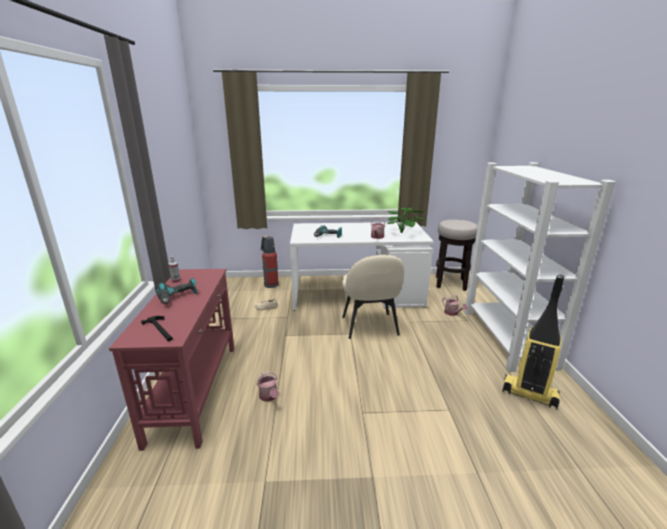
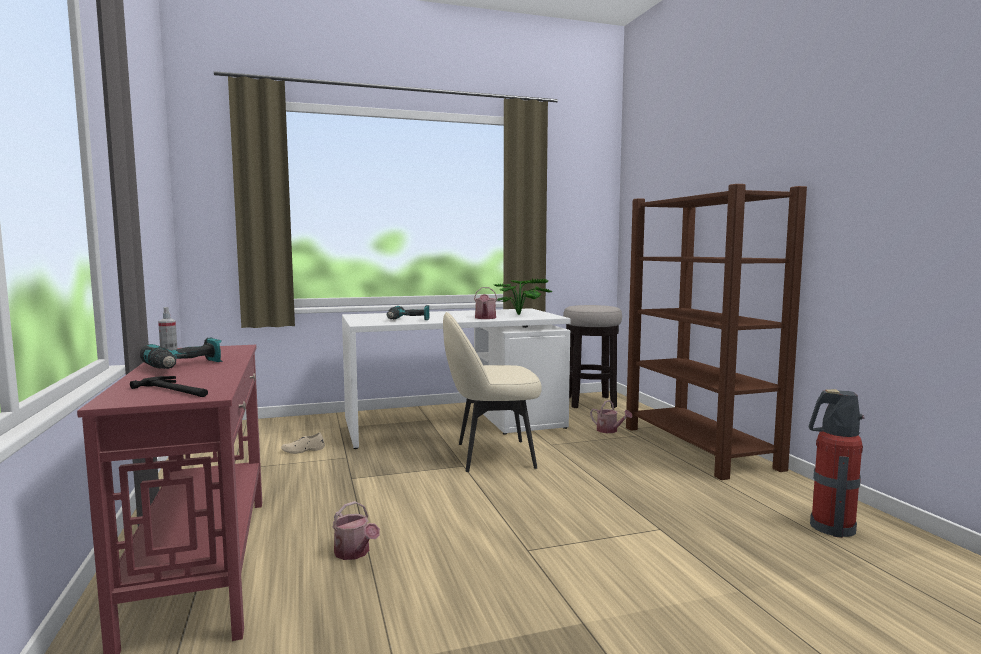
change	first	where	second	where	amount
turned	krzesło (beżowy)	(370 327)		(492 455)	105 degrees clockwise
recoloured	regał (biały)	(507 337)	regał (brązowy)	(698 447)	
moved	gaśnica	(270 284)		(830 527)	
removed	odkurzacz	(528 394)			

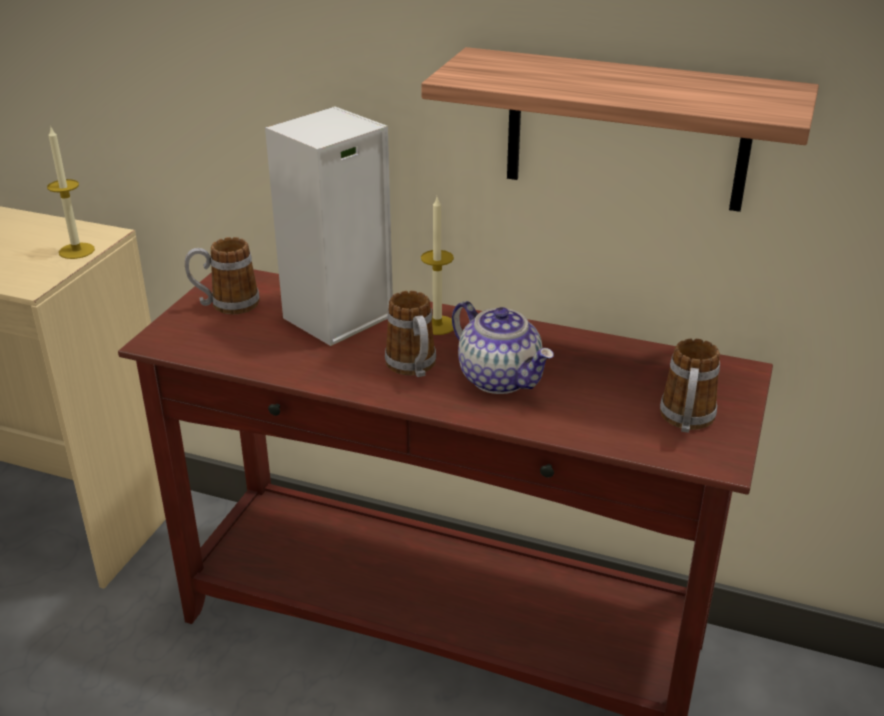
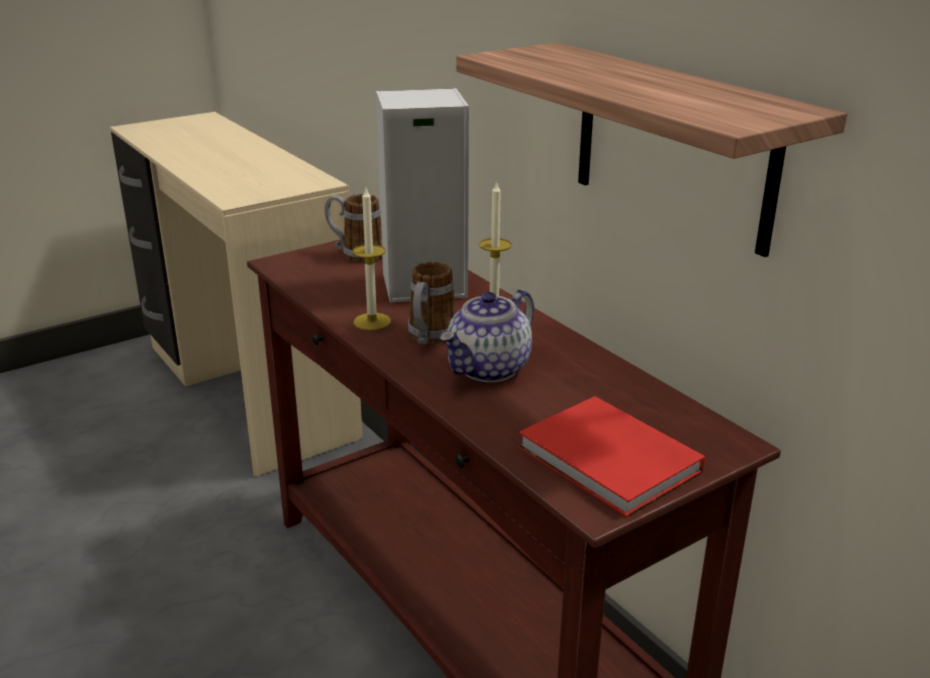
change	first	where	second	where	amount
moved	świeca	(76 251)		(372 321)	
turned	imbryk	(501 379)		(489 369)	45 degrees clockwise
replaced	kubek	(686 422)	książka (czerwony)	(610 462)	

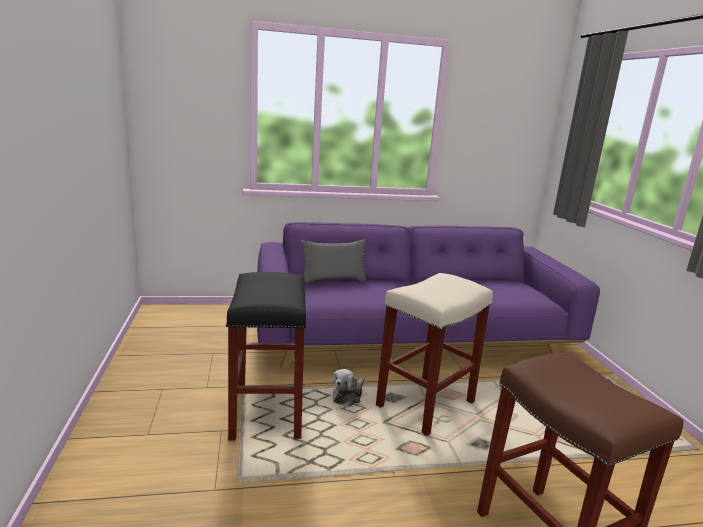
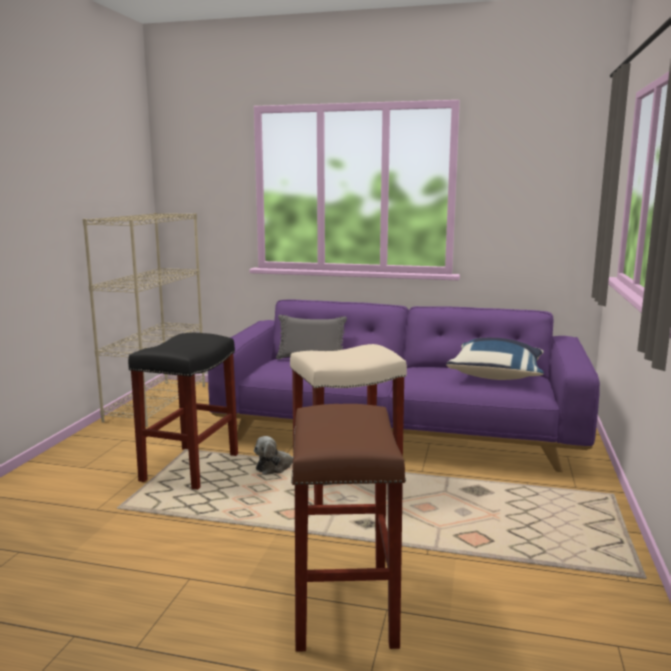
change	first	where	second	where	amount
added			regał (beżowy)	(157 402)	
added			poduszka (niebieski)	(497 376)	

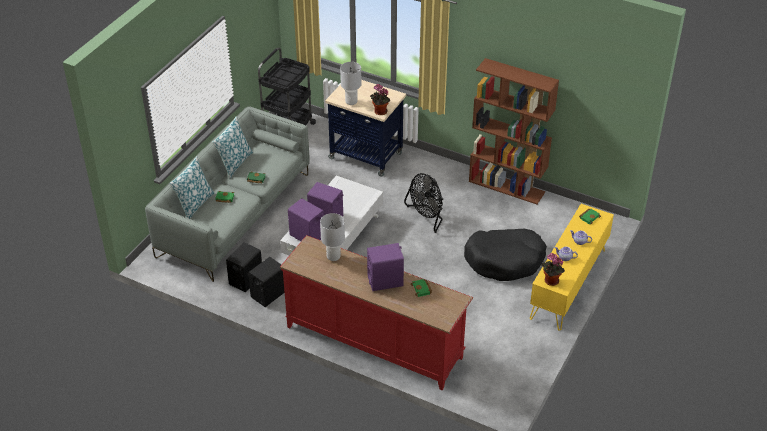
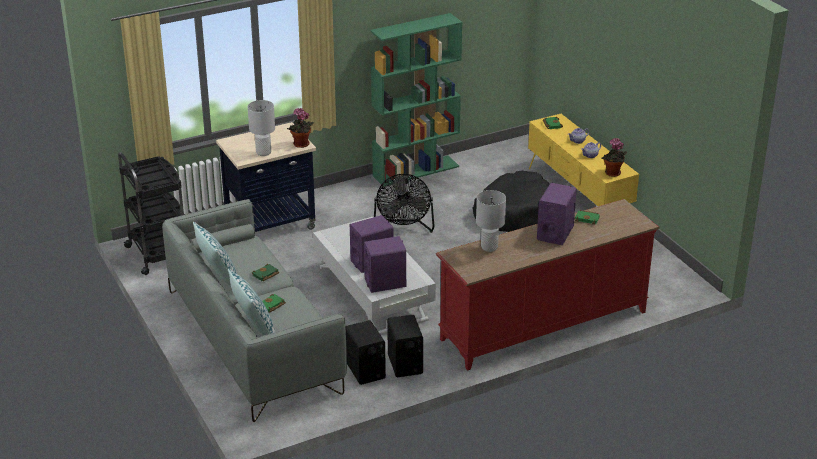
change	first	where	second	where	amount
recoloured	regał (brązowy)	(507 186)	regał (zielony)	(416 171)	

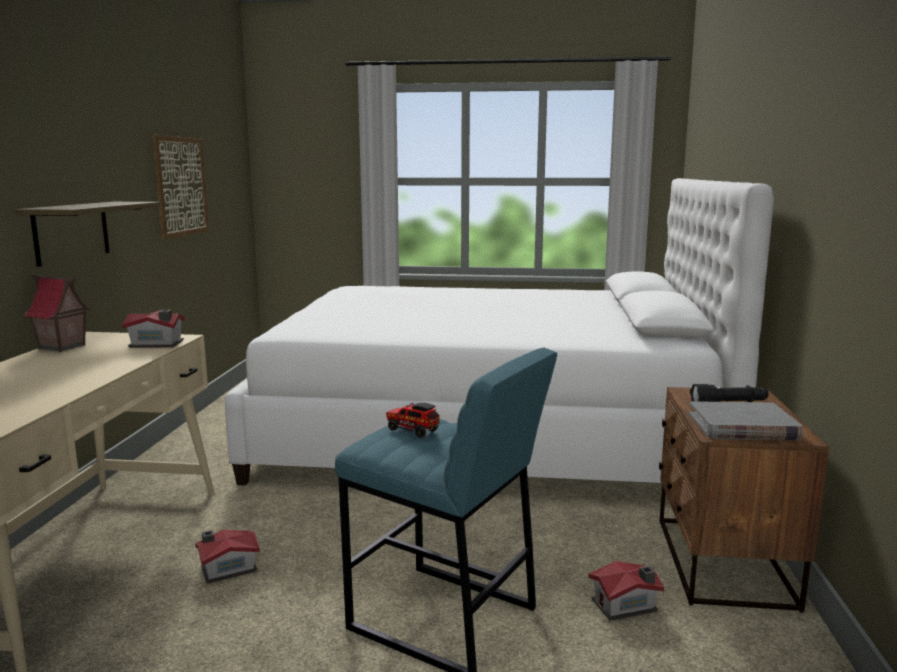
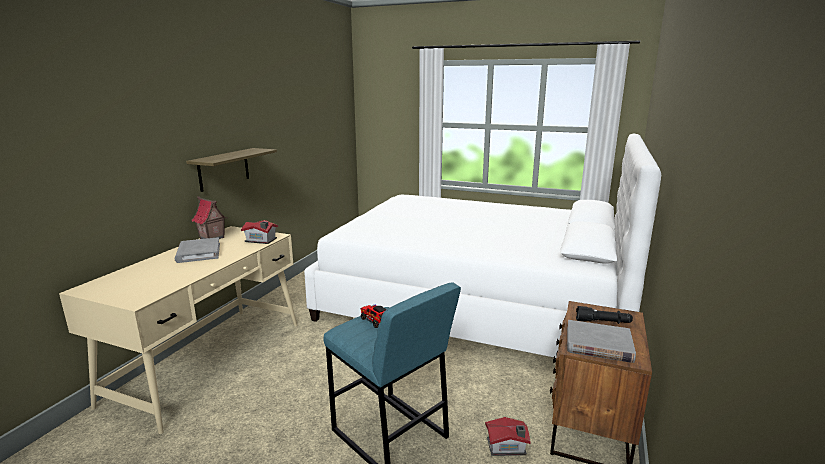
change	first	where	second	where	amount
added			książka (szary)	(198 253)	
removed	obraz	(181 184)			
removed	domek	(227 569)			

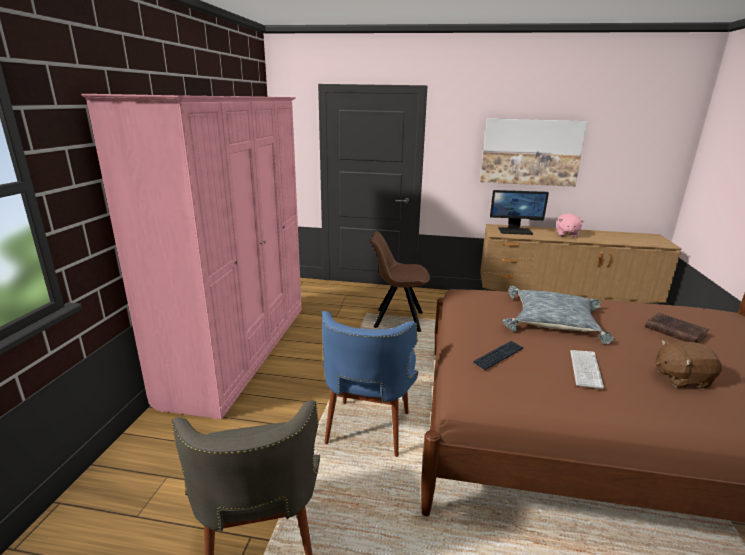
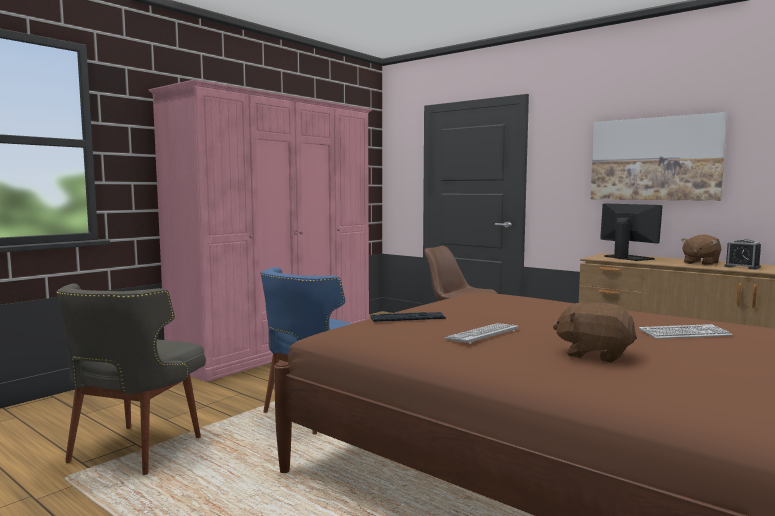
change	first	where	second	where	amount
turned	monitor	(515 231)		(627 258)	150 degrees counterclockwise
replaced	książka (brązowy)	(673 331)	klawiatura	(684 333)	
recoloured	pluszak (różowy)	(566 234)	pluszak (brązowy)	(700 263)	
added			budzik	(742 267)	
removed	poduszka	(552 318)			

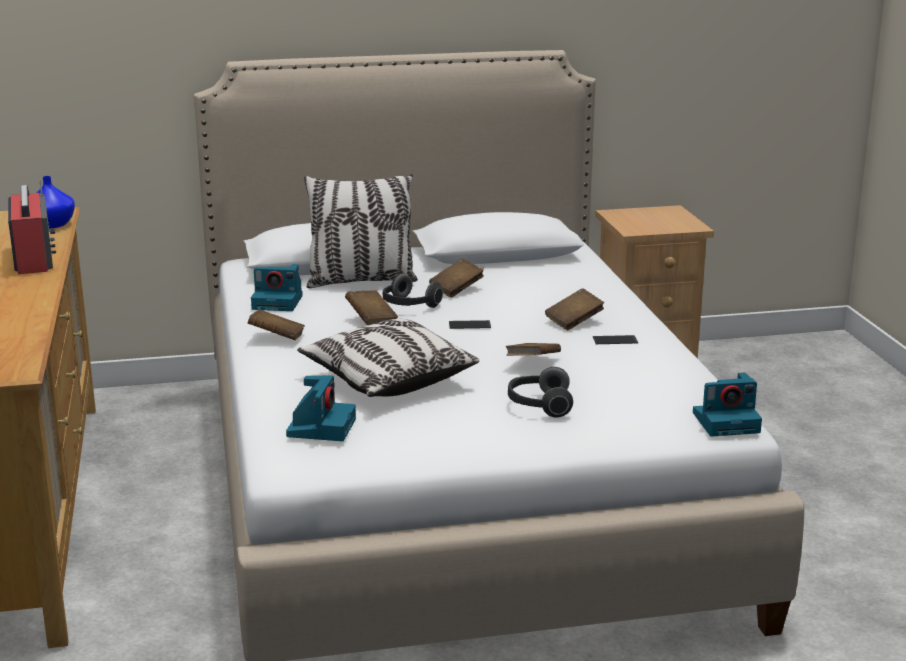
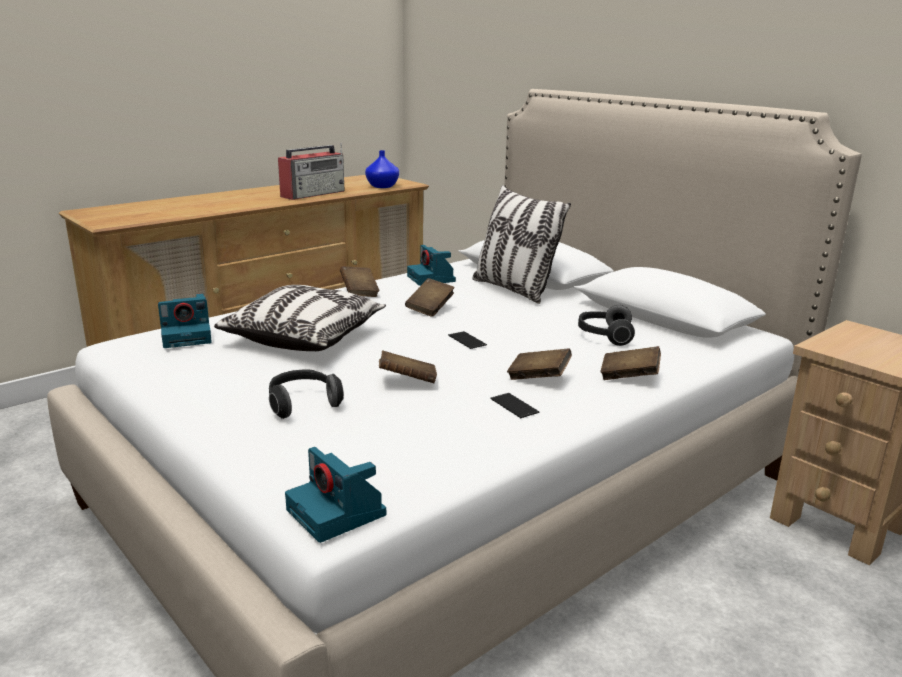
change	first	where	second	where	amount
moved	słuchawki	(409 306)		(604 336)	
moved	książka (brązowy)	(456 289)		(629 377)	

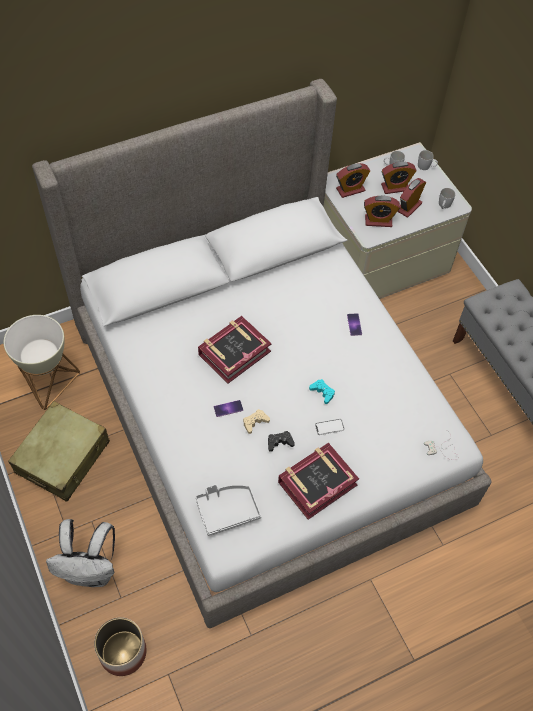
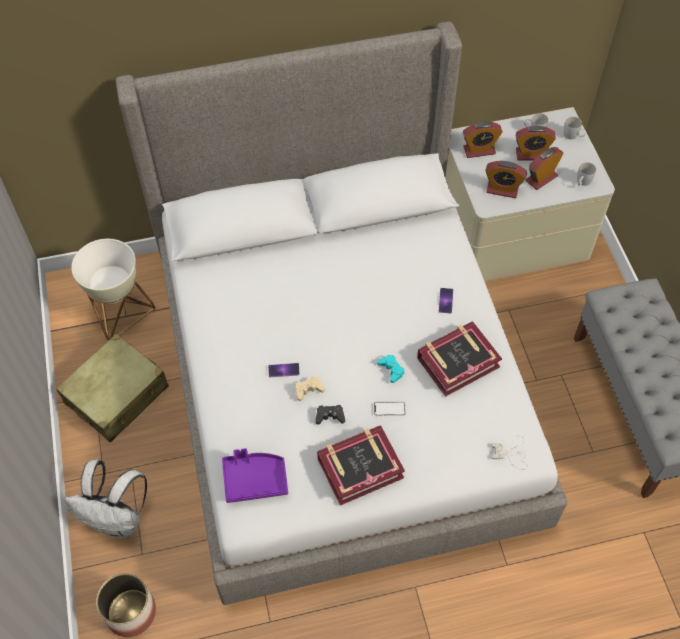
change	first	where	second	where	amount
recoloured	taca (szary)	(227 510)	taca (fioletowy)	(255 479)	
moved	książka	(234 353)		(457 362)	

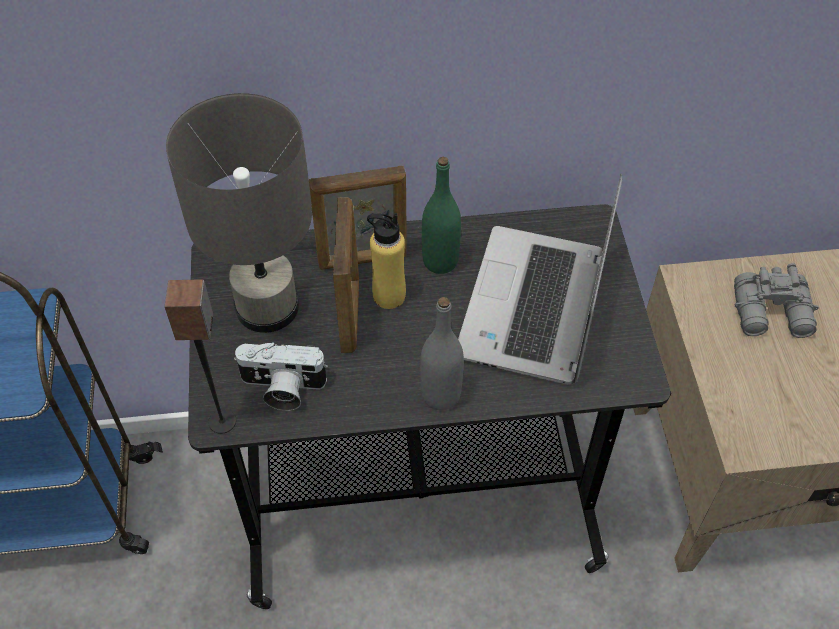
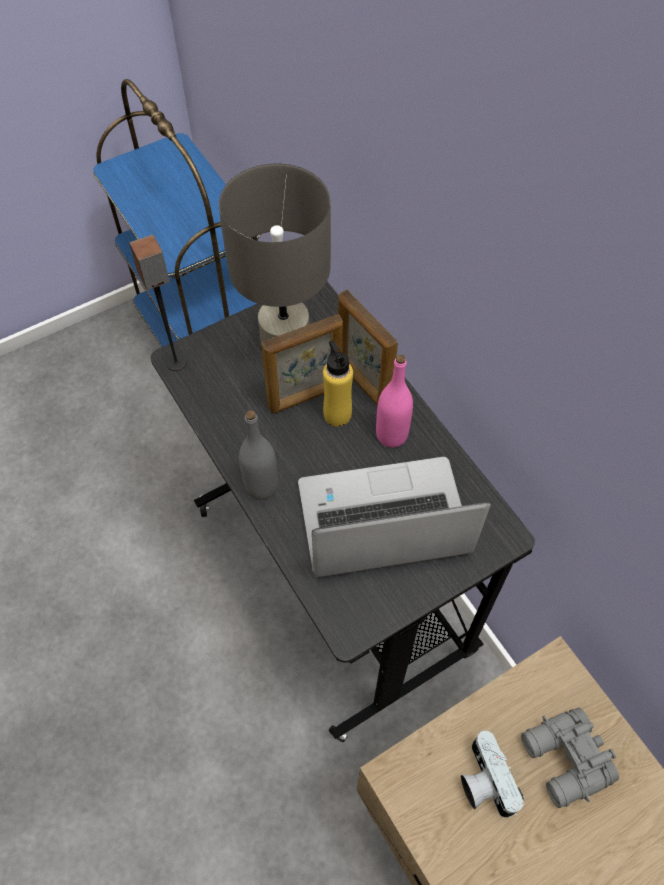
change	first	where	second	where	amount
recoloured	butelka (zielony)	(440 261)	butelka (różowy)	(391 435)	
moved	aparat fotograficzny	(281 388)		(483 781)	

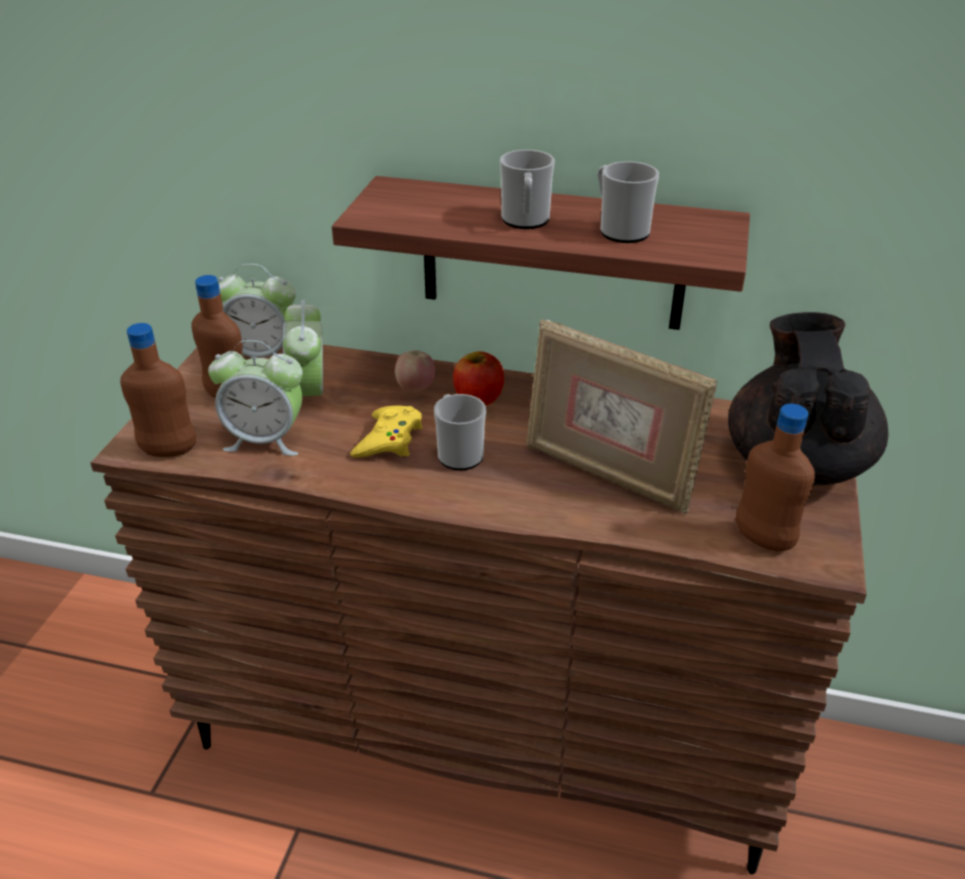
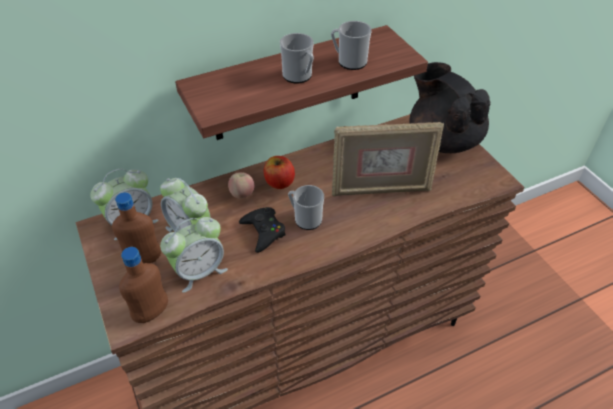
change	first	where	second	where	amount
recoloured	pad do gier (żółty)	(389 439)	pad do gier (czarny)	(263 231)	
removed	butelka (brązowy)	(763 539)			

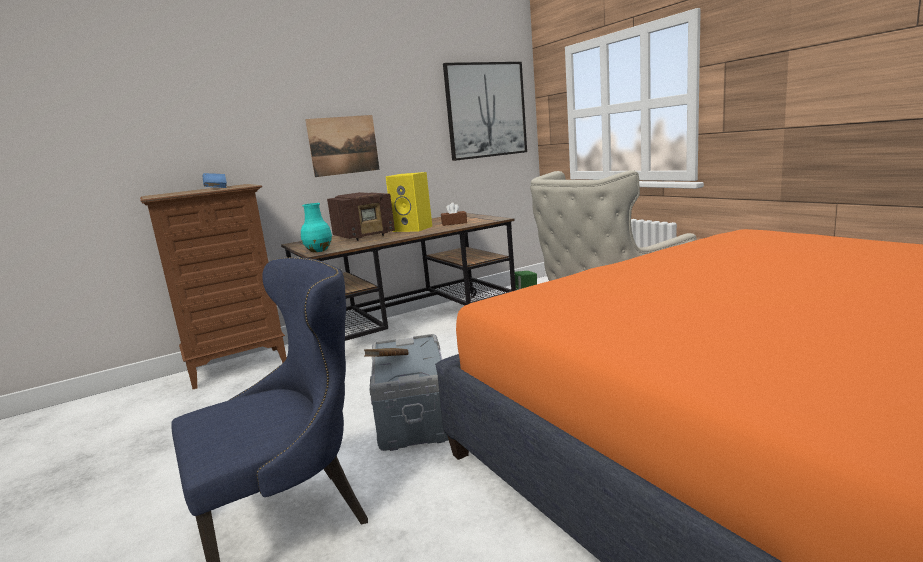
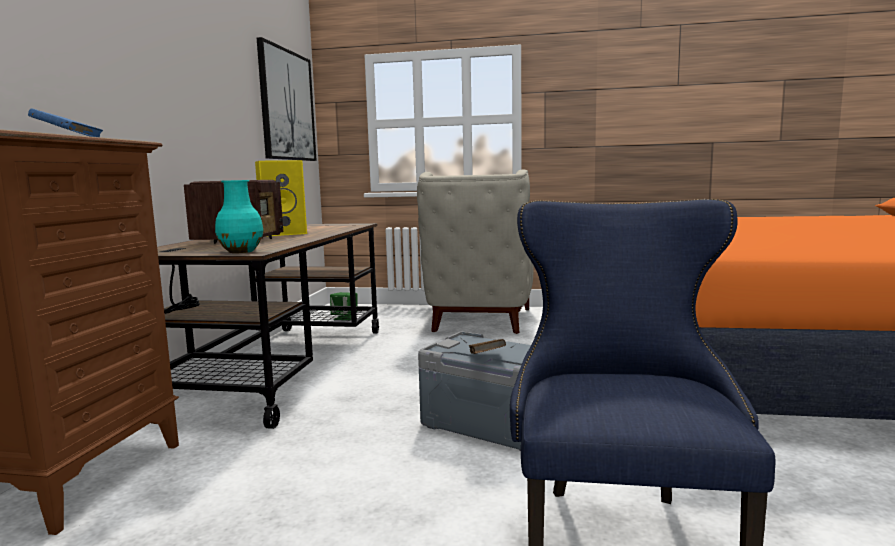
change	first	where	second	where	amount
removed	obraz	(343 145)			
removed	pudełko chusteczek (brązowy)	(454 223)			

